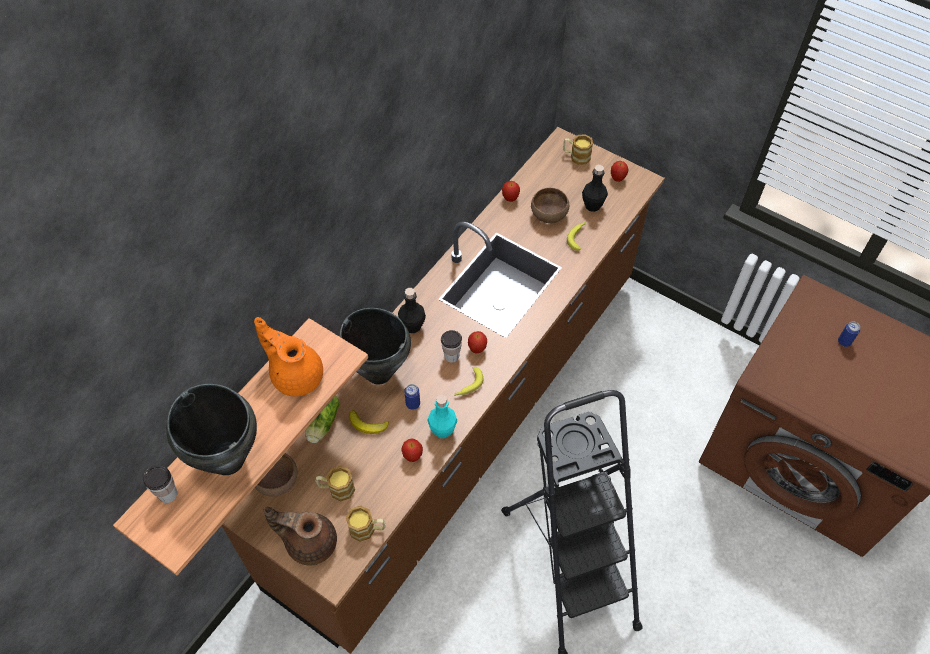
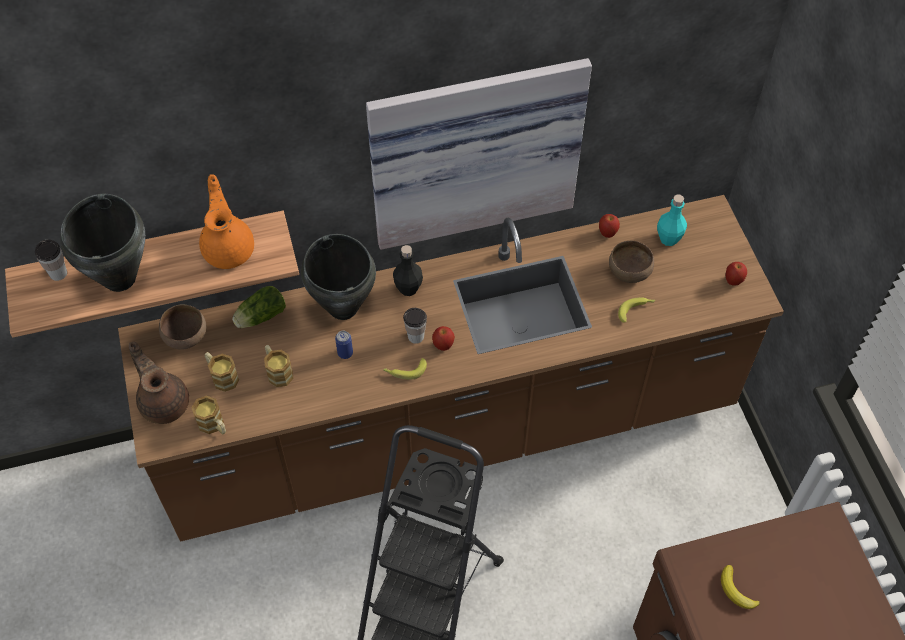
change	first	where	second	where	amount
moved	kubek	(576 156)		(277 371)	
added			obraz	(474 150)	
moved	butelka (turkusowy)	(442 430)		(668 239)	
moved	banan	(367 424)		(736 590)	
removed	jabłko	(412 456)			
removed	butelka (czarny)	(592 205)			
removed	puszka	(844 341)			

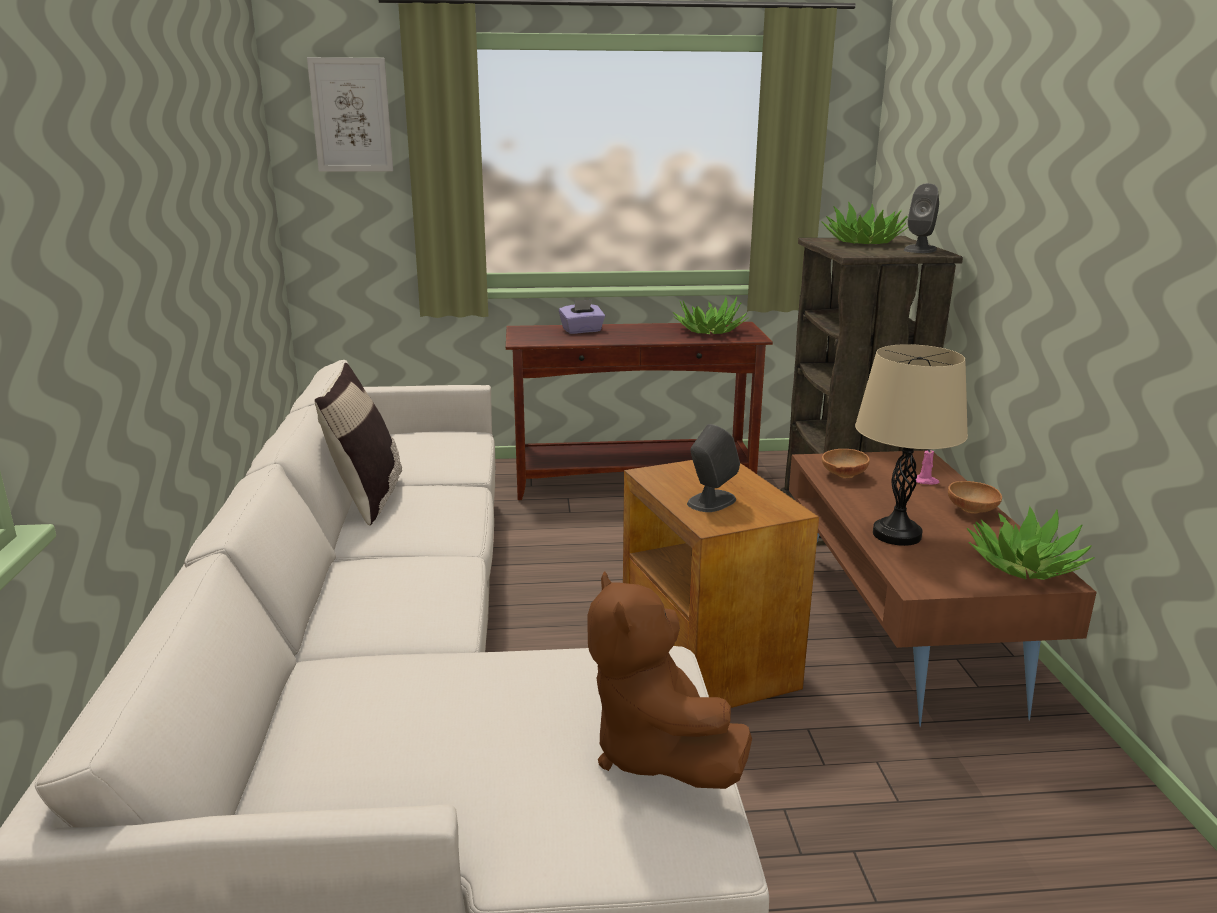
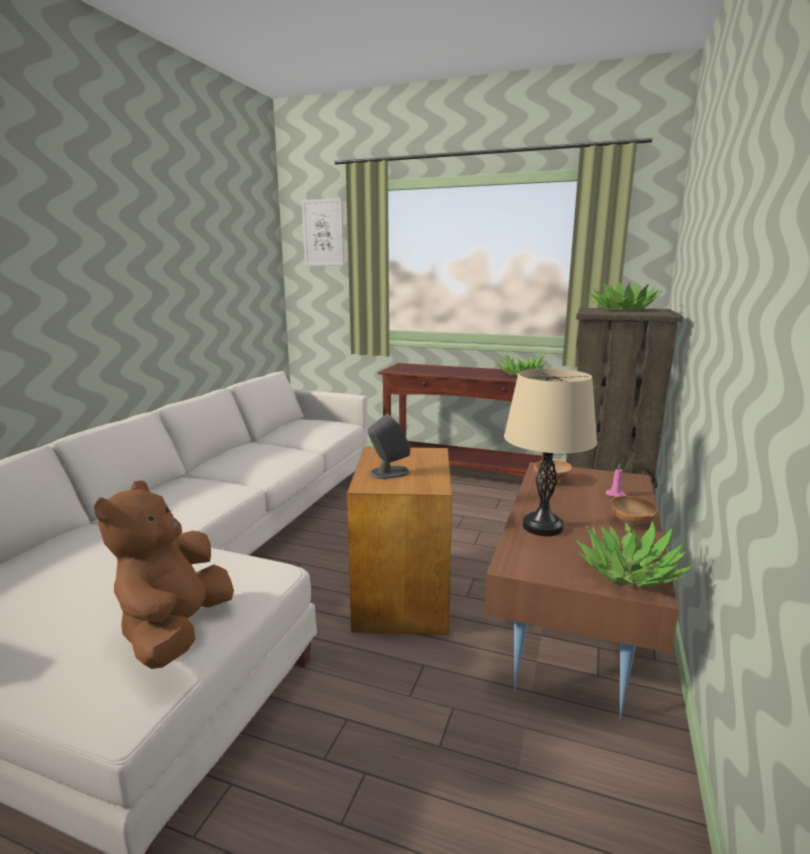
change	first	where	second	where	amount
removed	poduszka	(366 498)			
removed	pudełko chusteczek (fioletowy)	(582 331)			
removed	głośnik (szary)	(920 249)			

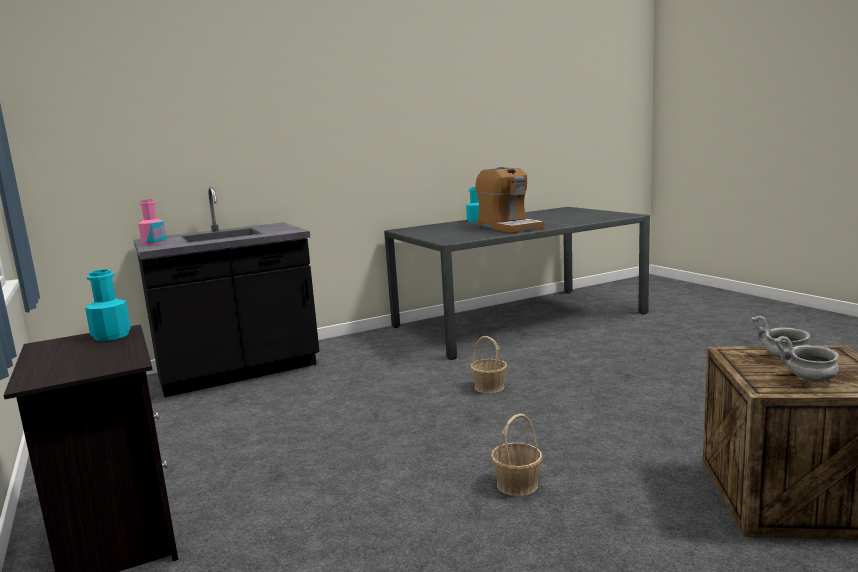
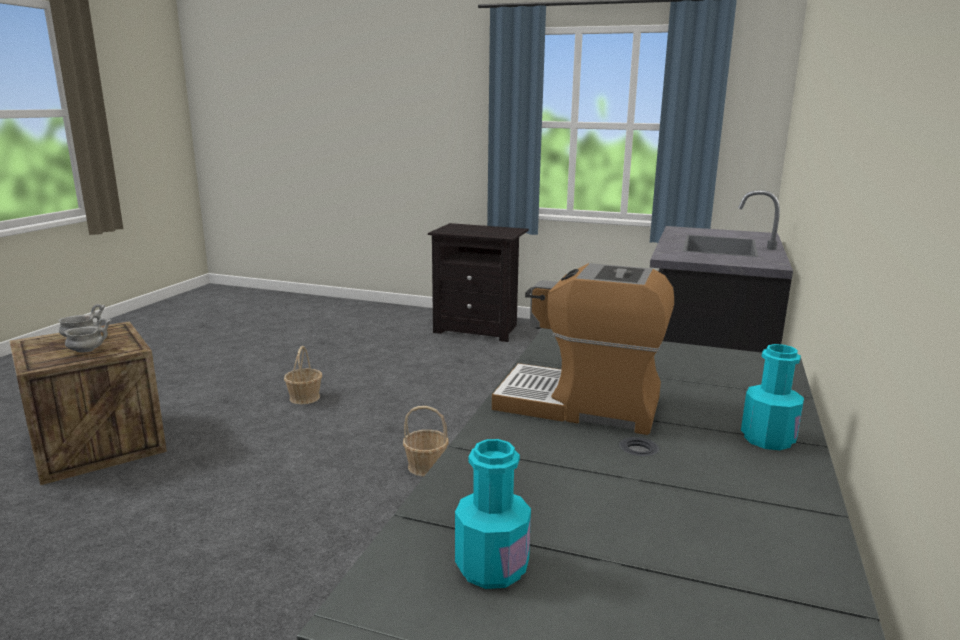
change	first	where	second	where	amount
moved	butelka (turkusowy)	(111 336)		(492 567)	
removed	butelka (różowy)	(154 243)			

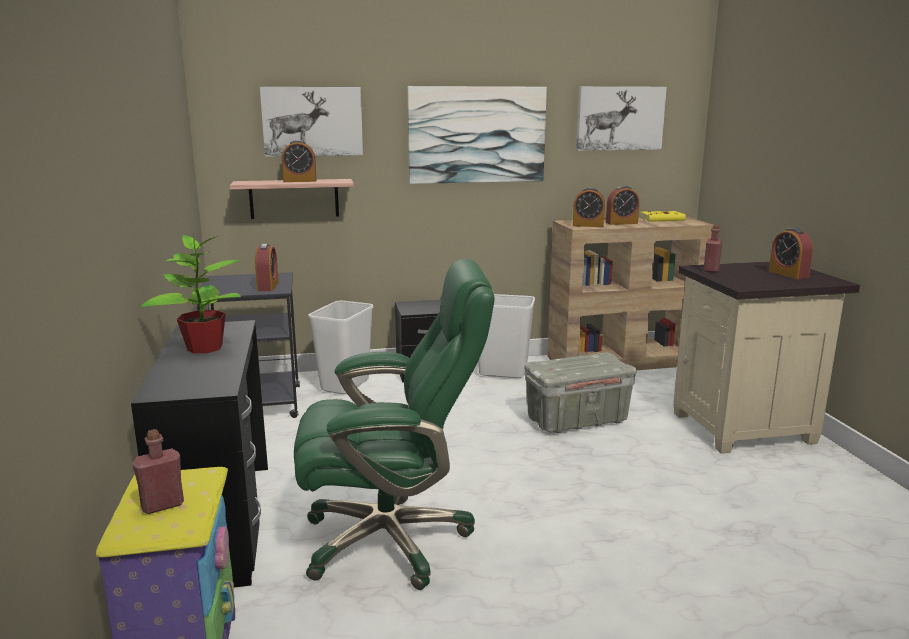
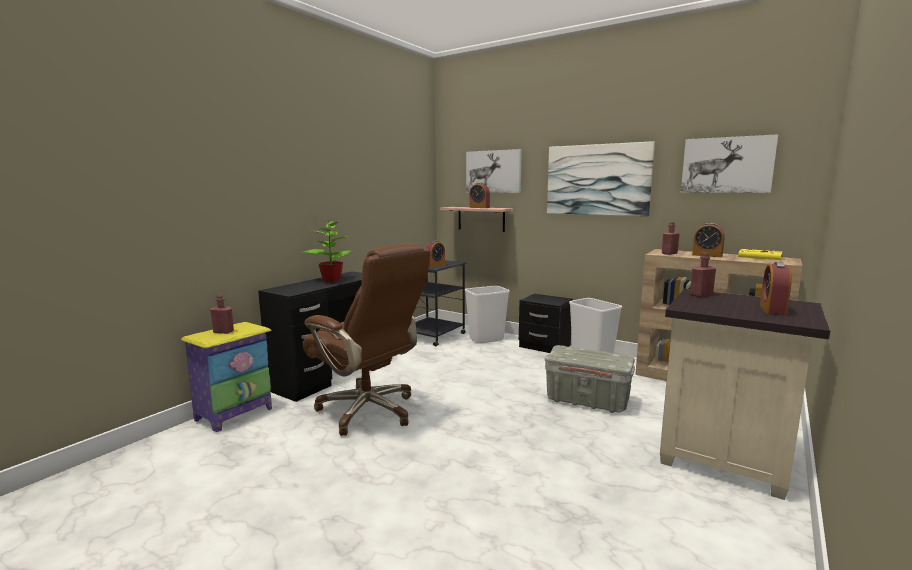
change	first	where	second	where	amount
recoloured	krzesło biurowe (zielony)	(393 543)	krzesło biurowe (brązowy)	(369 413)	
replaced	budzik	(588 225)	butelka (czerwony)	(669 253)	

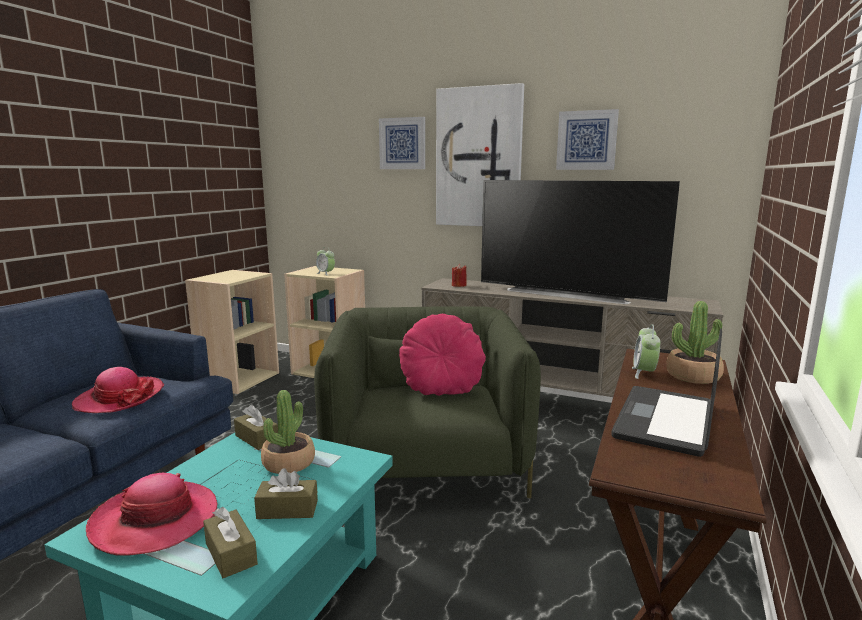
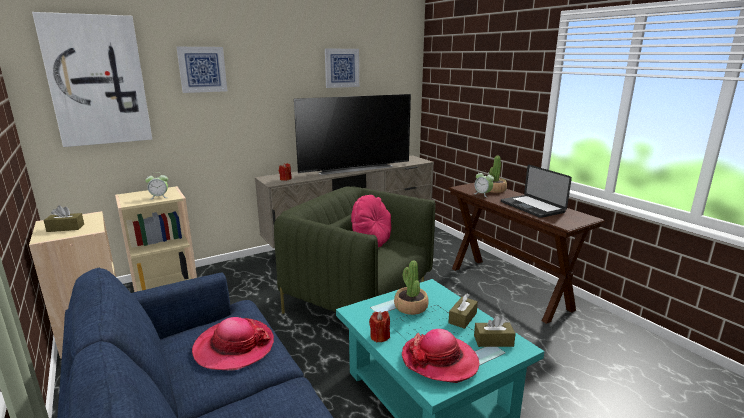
change	first	where	second	where	amount
moved	obraz	(478 158)		(97 81)	
moved	pudełko chusteczek (brązowy)	(257 439)		(65 228)	
added			świeca (czerwony)	(379 336)	

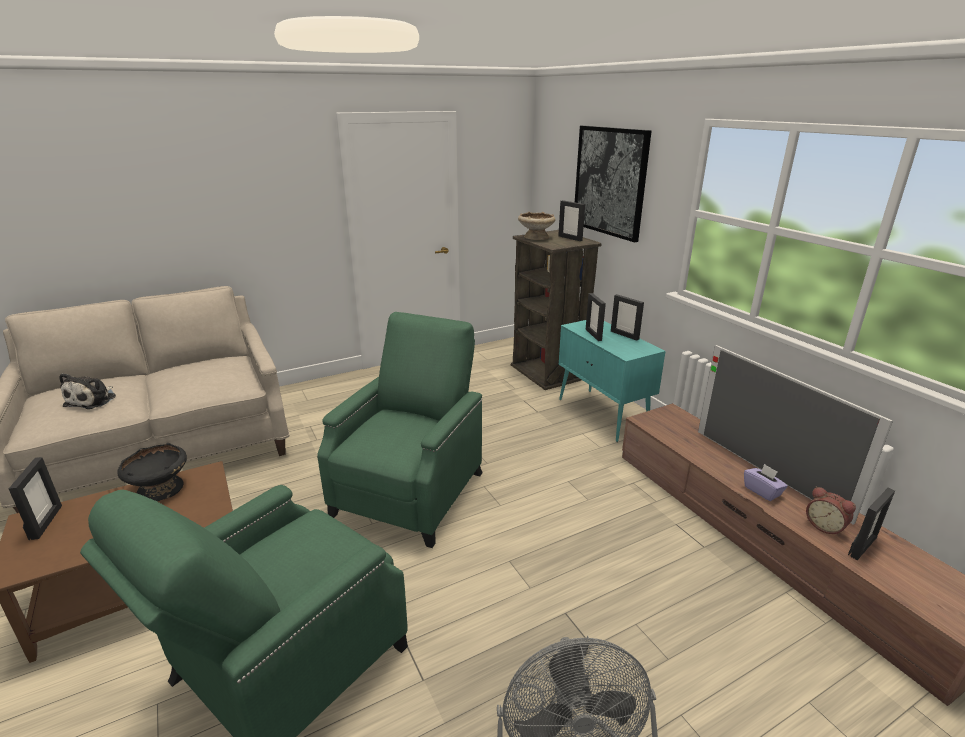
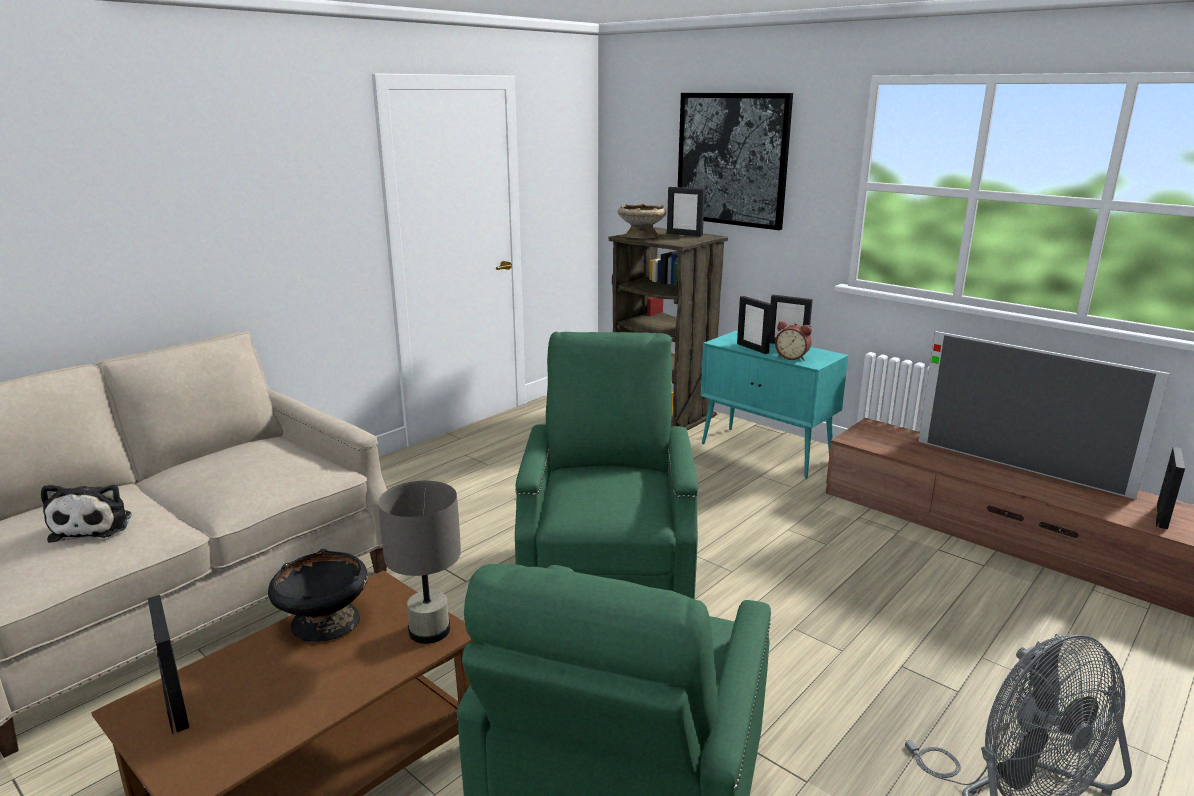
change	first	where	second	where	amount
added			lampa stołowa (szary)	(430 630)	
moved	budzik	(825 526)		(792 357)	
removed	pudełko chusteczek (fioletowy)	(762 491)			

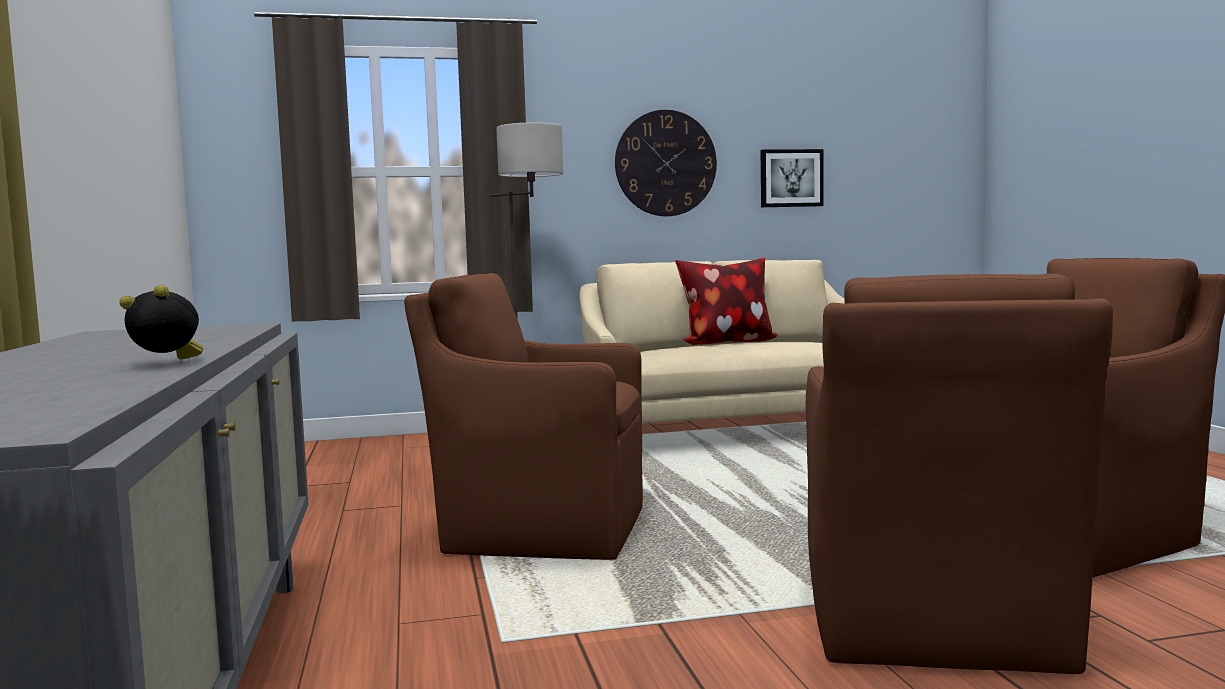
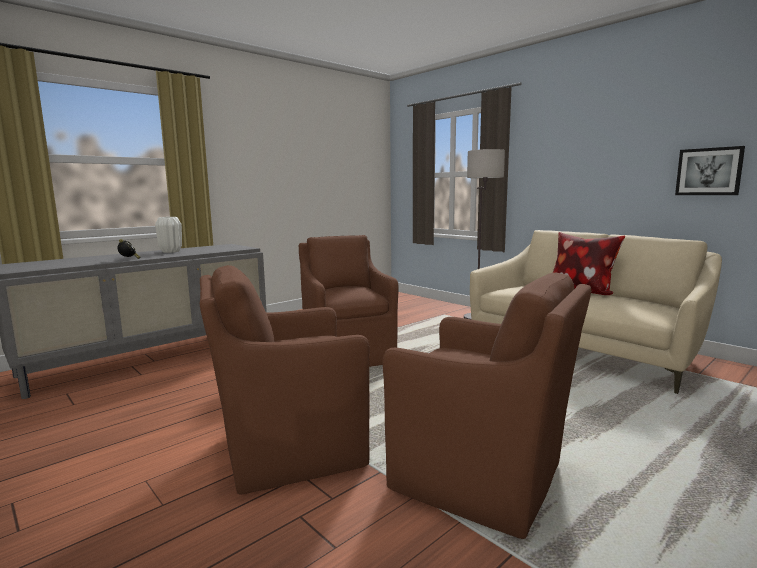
change	first	where	second	where	amount
added			wazon (biały)	(170 251)	
removed	zegar ścienny	(665 163)			

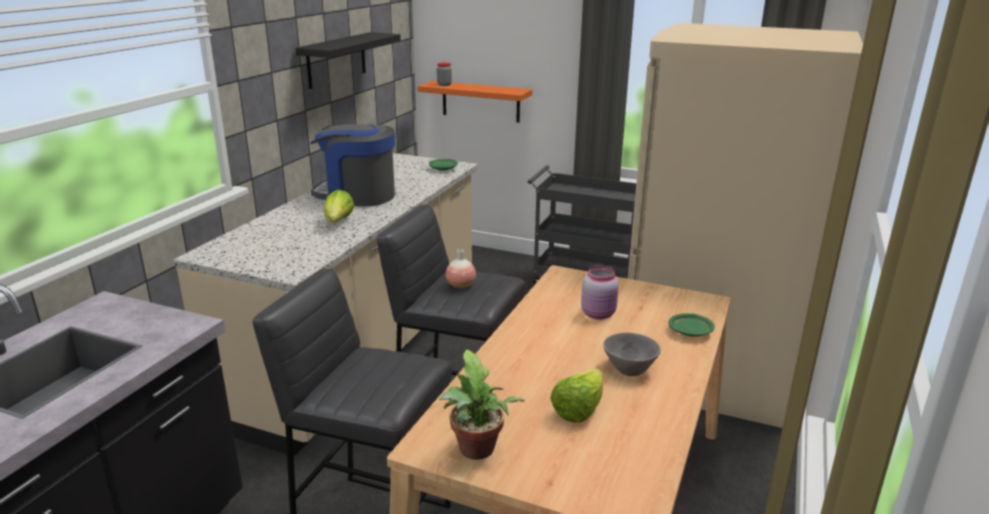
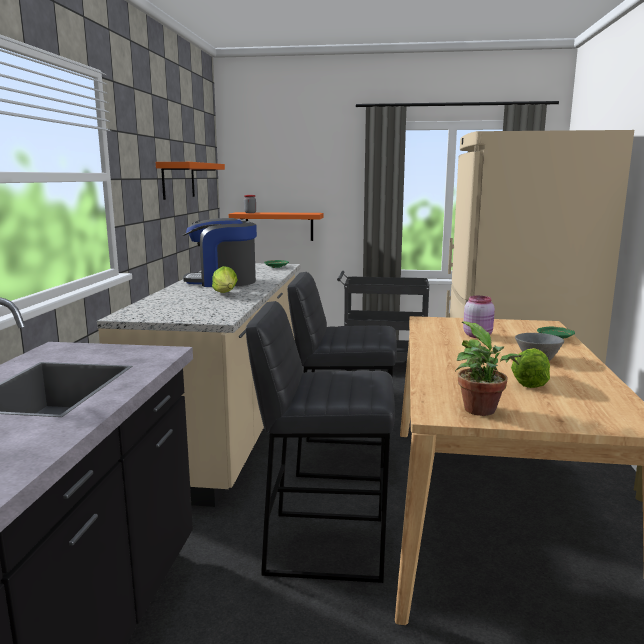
change	first	where	second	where	amount
recoloured	półka (czarny)	(336 60)	półka (pomarańczowy)	(178 180)	
removed	wazon	(460 285)			

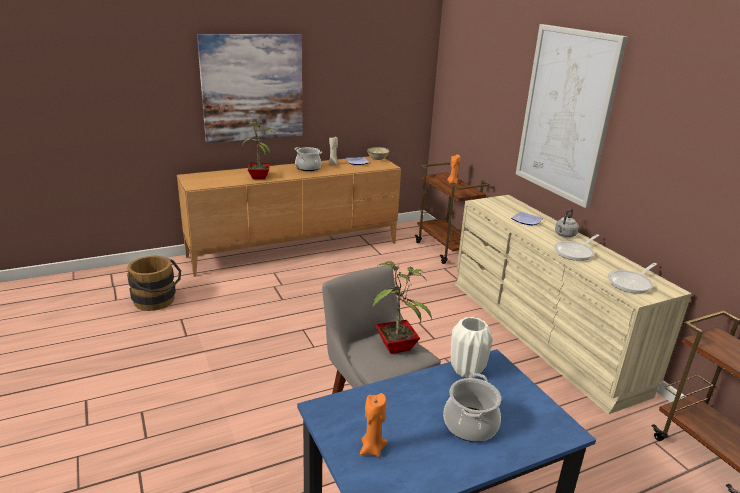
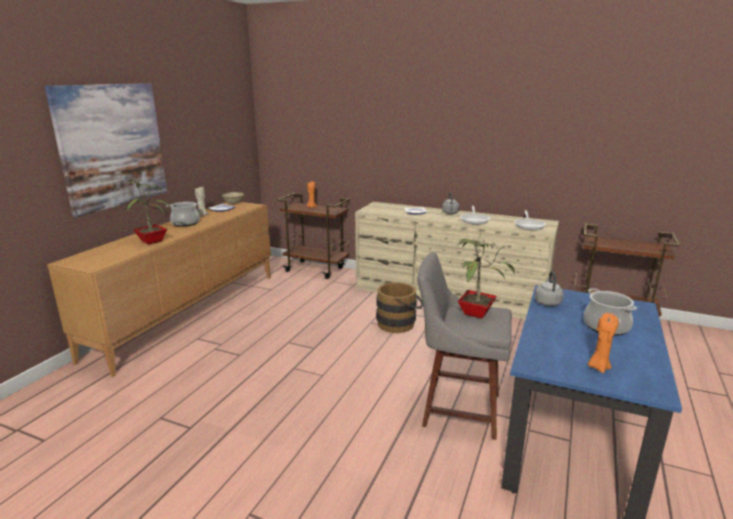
change	first	where	second	where	amount
moved	wiadro (brązowy)	(157 302)		(399 324)	
replaced	wazon (biały)	(467 370)	czajnik (szary)	(547 302)	
removed	obraz	(565 114)			

